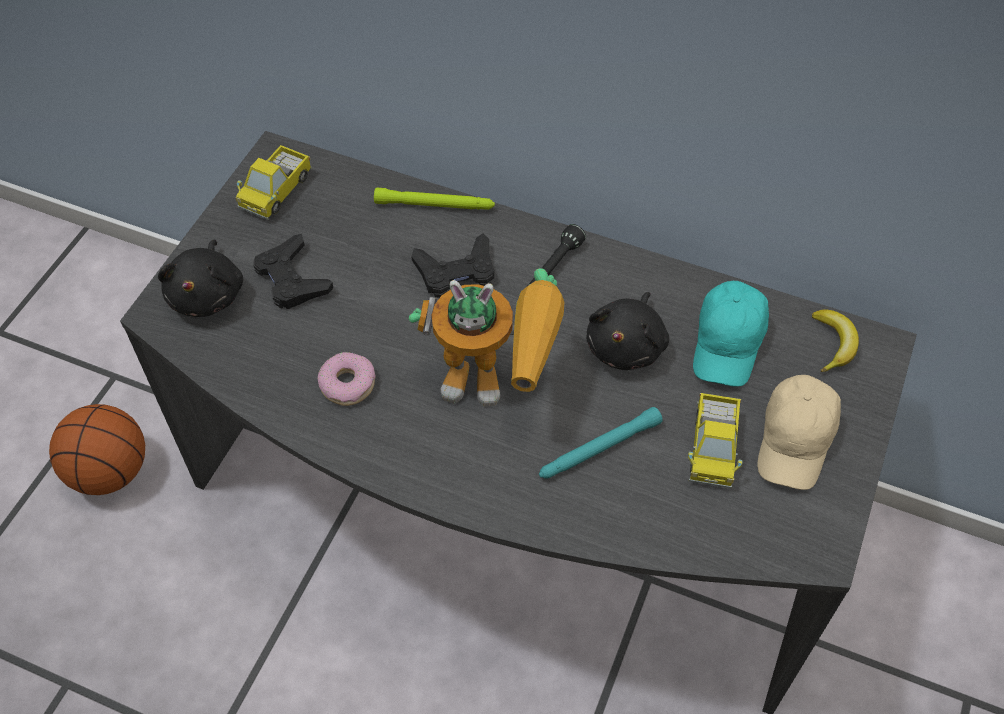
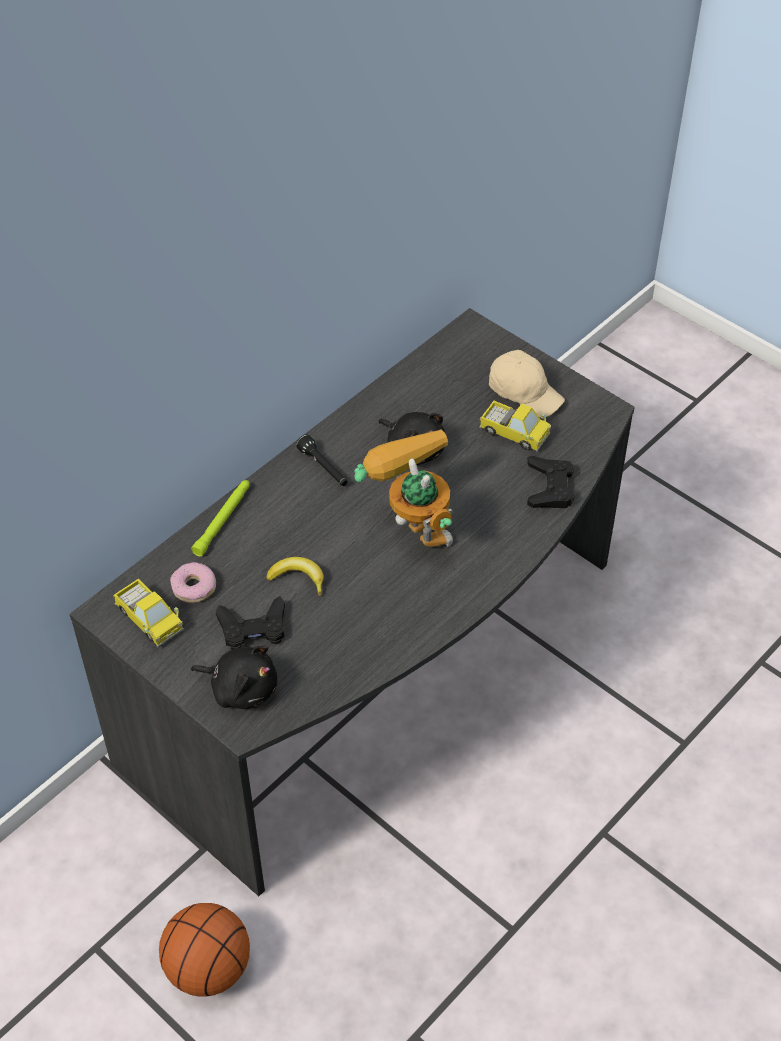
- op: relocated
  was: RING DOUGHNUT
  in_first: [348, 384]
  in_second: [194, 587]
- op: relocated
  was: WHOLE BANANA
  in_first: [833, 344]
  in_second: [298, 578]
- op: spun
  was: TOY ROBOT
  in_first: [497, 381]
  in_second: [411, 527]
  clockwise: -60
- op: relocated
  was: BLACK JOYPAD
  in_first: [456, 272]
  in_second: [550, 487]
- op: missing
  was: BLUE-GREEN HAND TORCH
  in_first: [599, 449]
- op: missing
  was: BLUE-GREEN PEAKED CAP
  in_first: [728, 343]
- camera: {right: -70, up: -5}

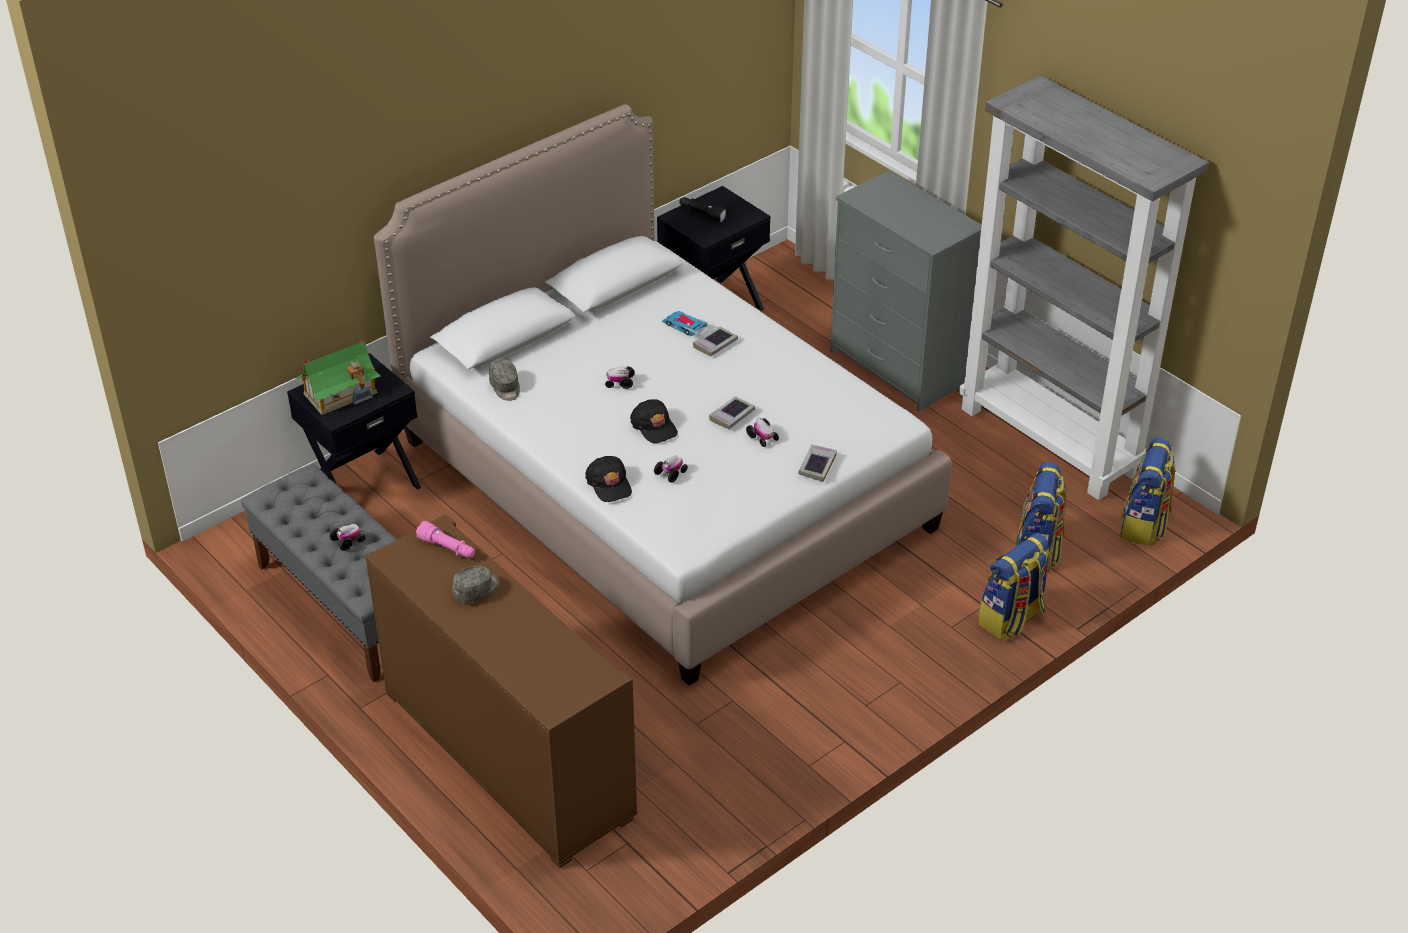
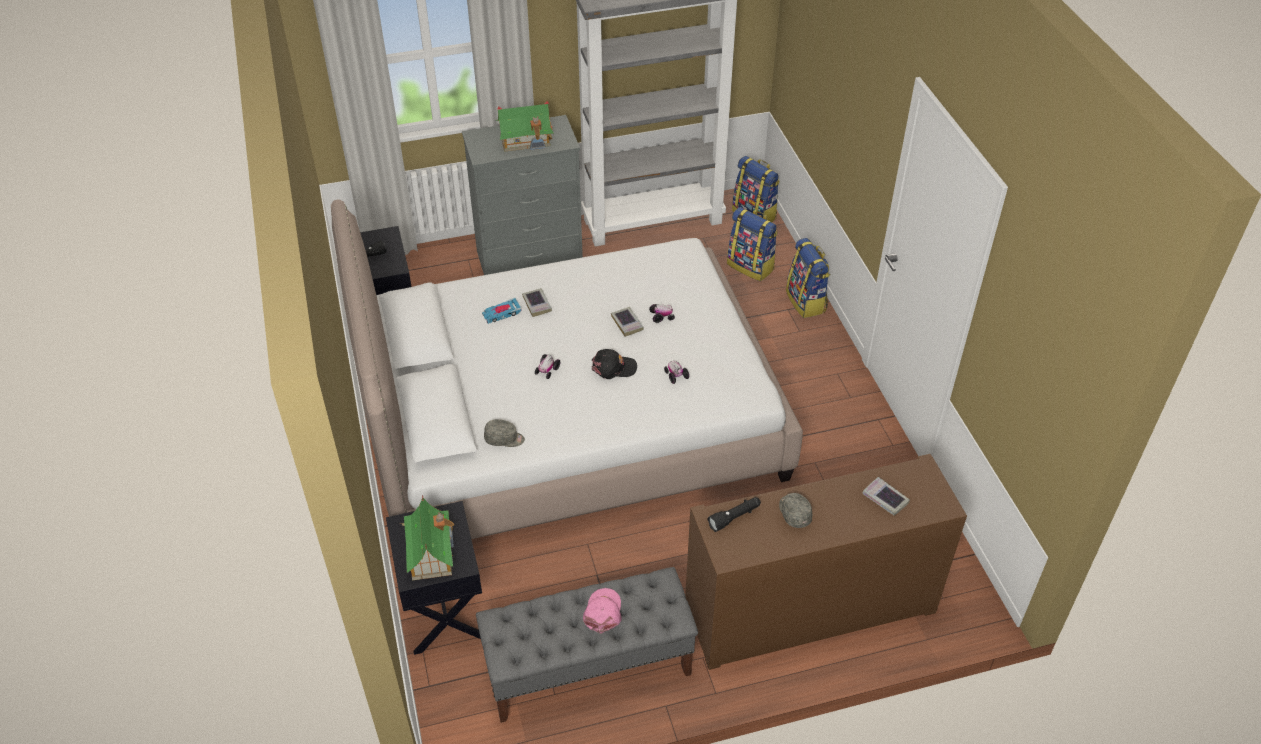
- op: appeared
  now: MODEL HOUSE
  in_second: [525, 139]
- op: exchanged
  was: TOY CAR
  now: PINKISH PEAKED CAP
  in_first: [348, 541]
  in_second: [603, 612]
- op: colour
  was: PINKISH HAND TORCH
  now: BLACK HAND TORCH
  in_first: [447, 548]
  in_second: [735, 517]
- op: relocated
  was: BOOK
  in_first: [817, 465]
  in_second: [885, 499]
- op: missing
  was: BLACK PEAKED CAP
  in_first: [609, 484]
- camera: {right: -65, up: 5}

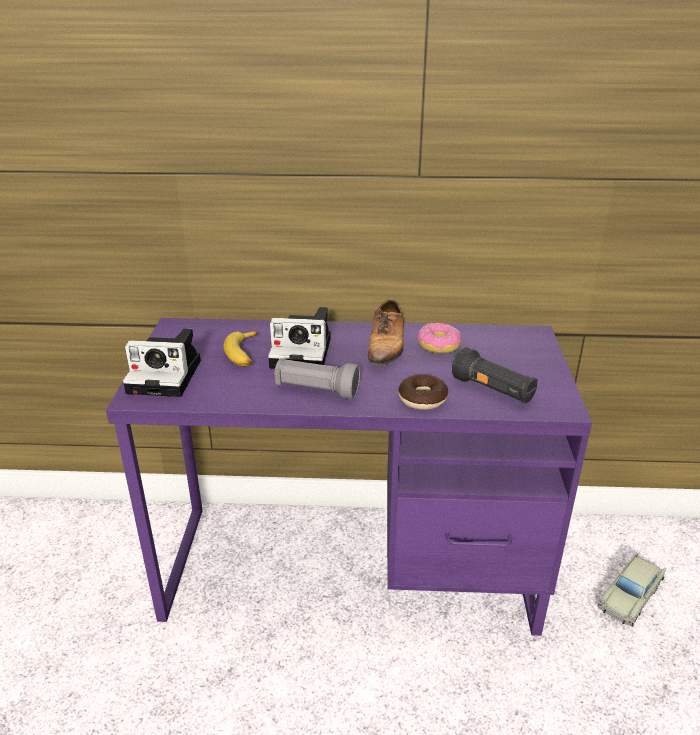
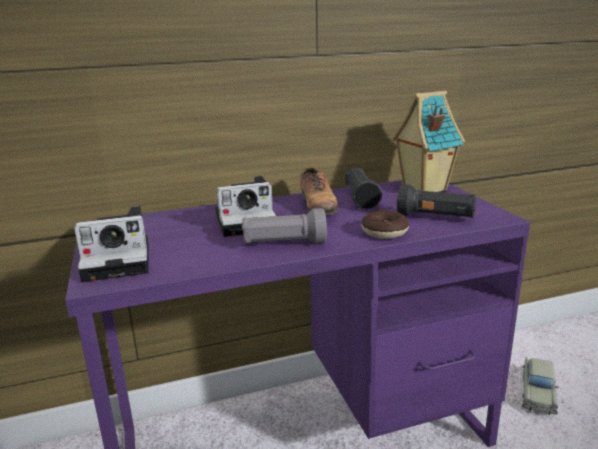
- op: exchanged
  was: RING DOUGHNUT
  now: BLACK HAND TORCH
  in_first: [438, 345]
  in_second: [360, 199]
- op: appeared
  now: MODEL HOUSE
  in_second: [423, 189]
- op: missing
  was: WHOLE BANANA
  in_first: [244, 354]
- camera: {right: -20, up: -10}

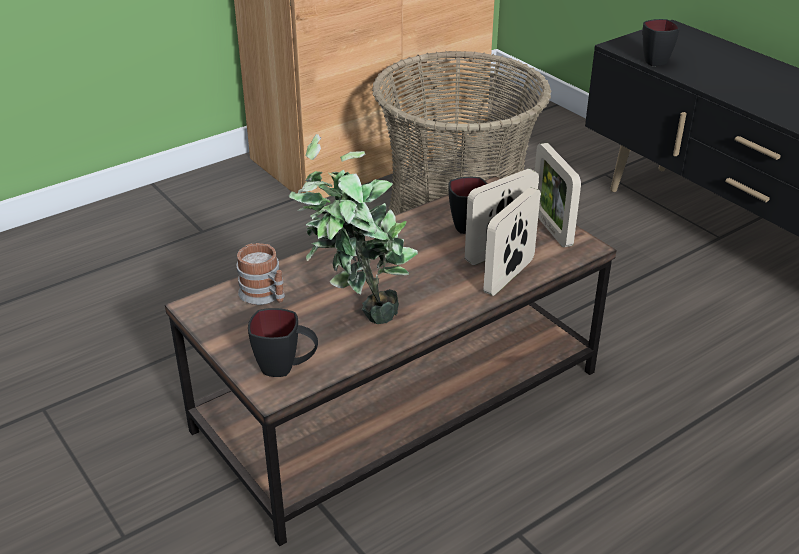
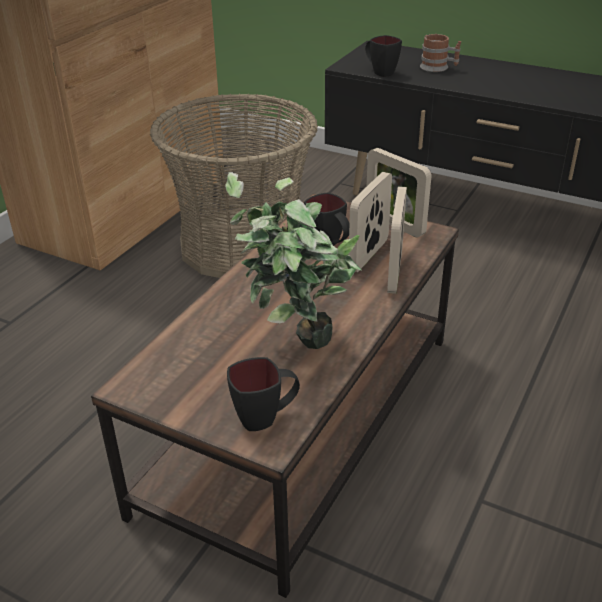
- op: relocated
  was: TEA MUG
  in_first: [265, 296]
  in_second: [439, 68]
- camera: {right: -25, up: 0}

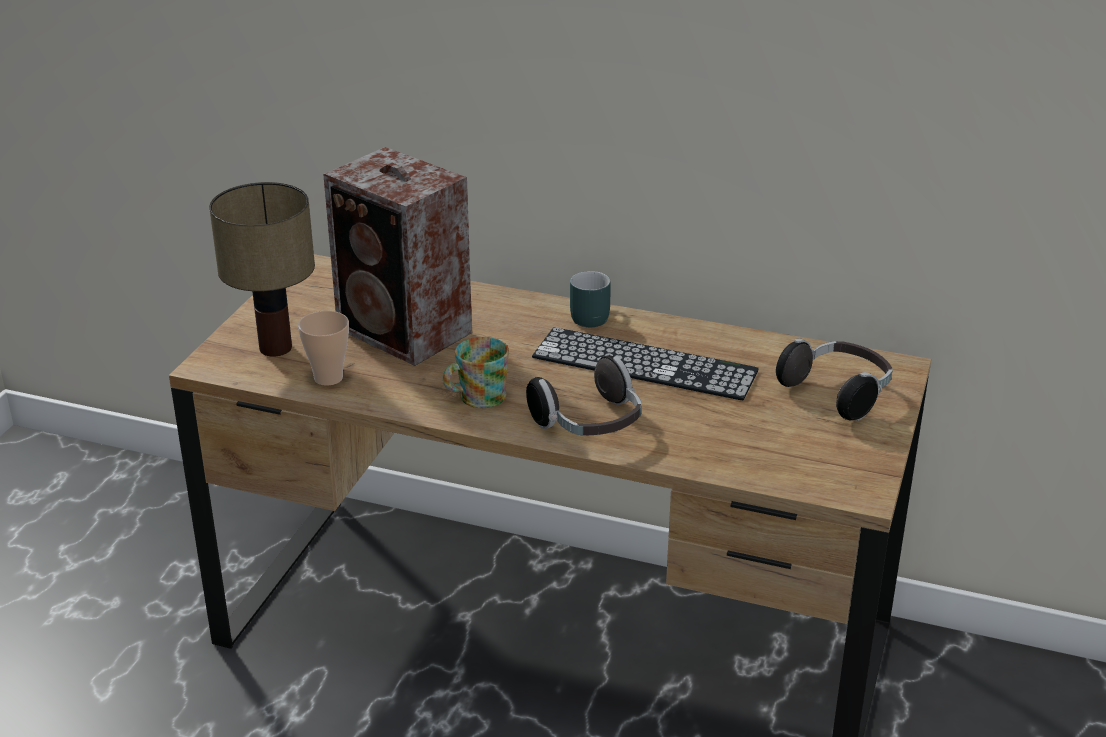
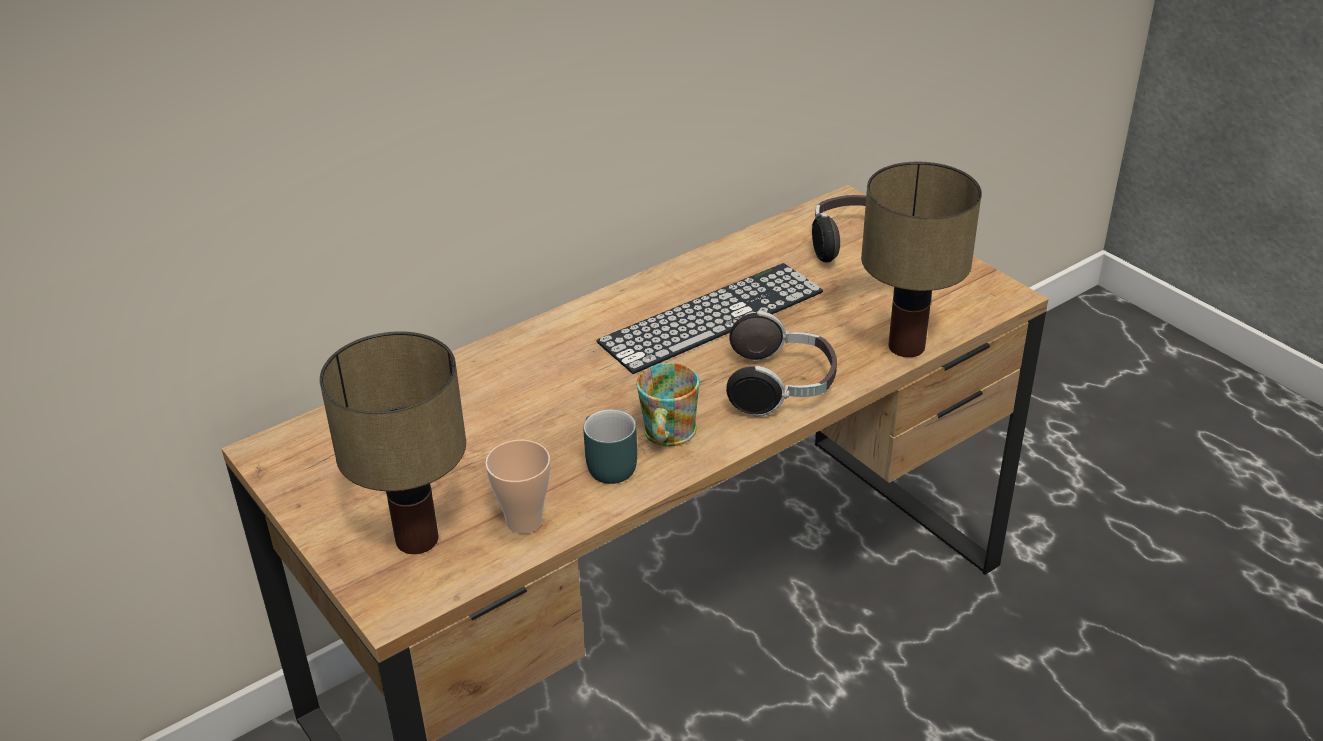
- op: relocated
  was: BLUE-GREEN TEA MUG
  in_first: [589, 315]
  in_second: [604, 466]
- op: appeared
  now: LAMP FOR A TABLE
  in_second: [905, 347]
- op: missing
  was: SPEAKER
  in_first: [406, 332]
- camera: {right: -55, up: 5}

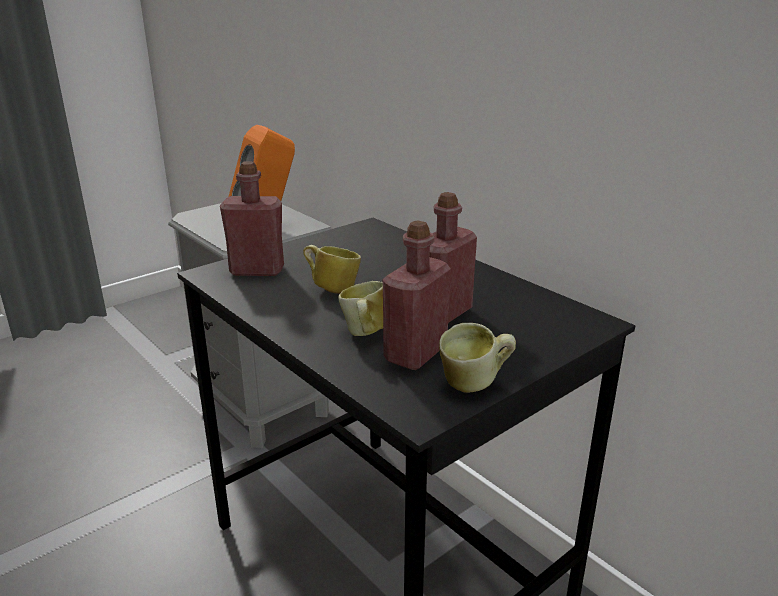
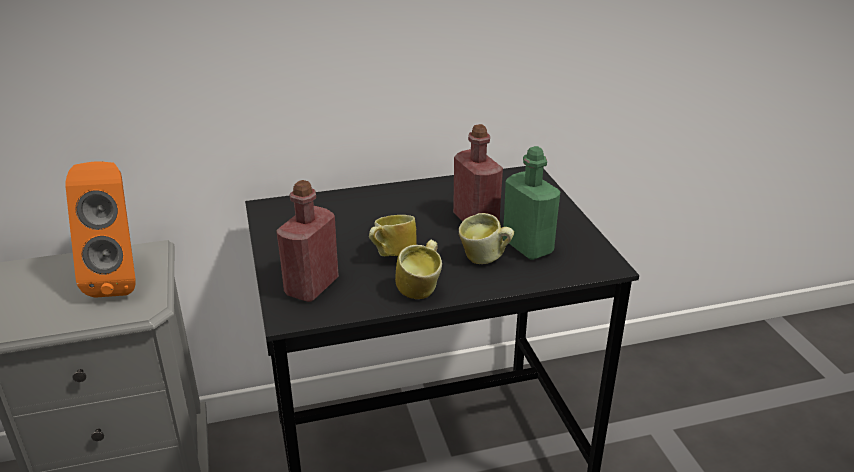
- op: relocated
  was: TEA MUG
  in_first: [474, 385]
  in_second: [421, 289]
- op: colour
  was: REDDISH BOTTLE
  now: GREEN-COLOURED BOTTLE
  in_first: [415, 354]
  in_second: [527, 247]
- camera: {right: -65, up: 5}

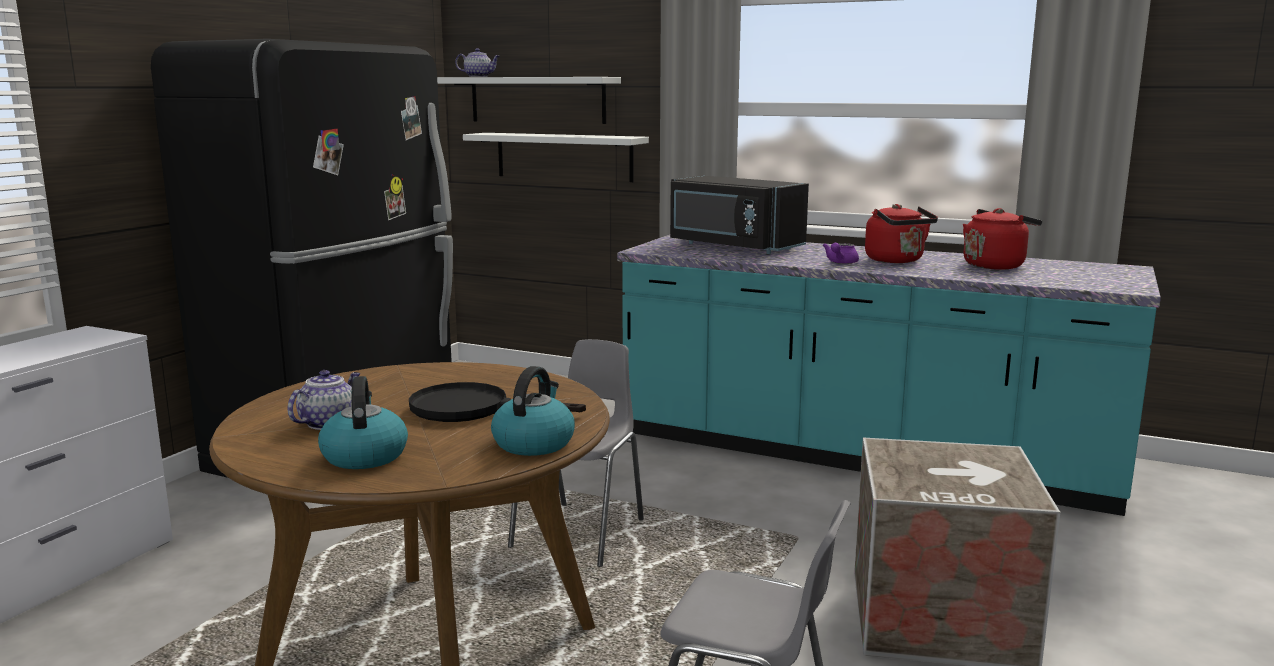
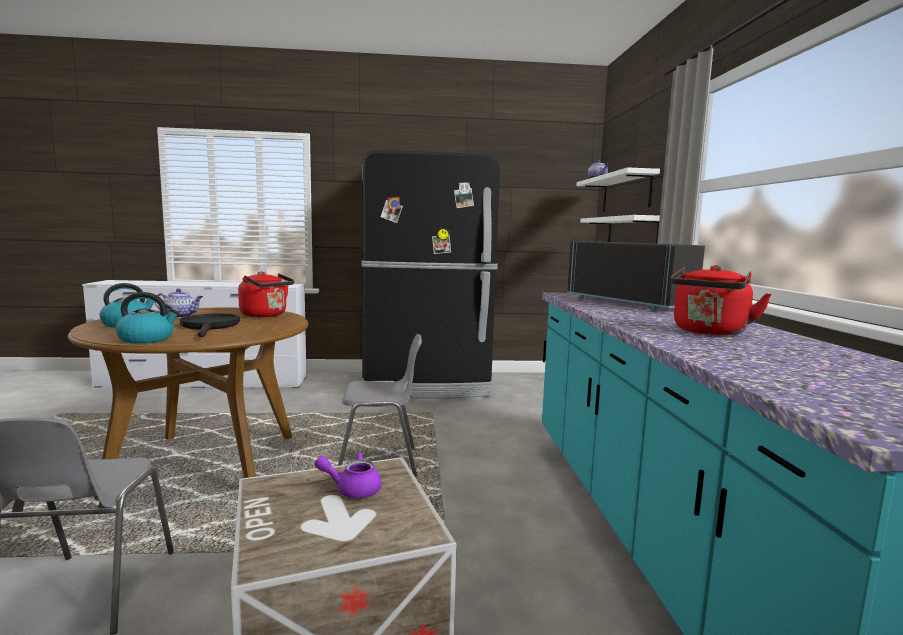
- op: relocated
  was: REDDISH KETTLE
  in_first: [995, 265]
  in_second: [266, 315]
- op: relocated
  was: PURPLE-COLOURED TEA POT
  in_first: [840, 263]
  in_second: [352, 489]
- op: spun
  was: BLACK MICROWAVE
  in_first: [732, 246]
  in_second: [632, 303]
  clockwise: 135
- camera: {right: 60, up: -5}

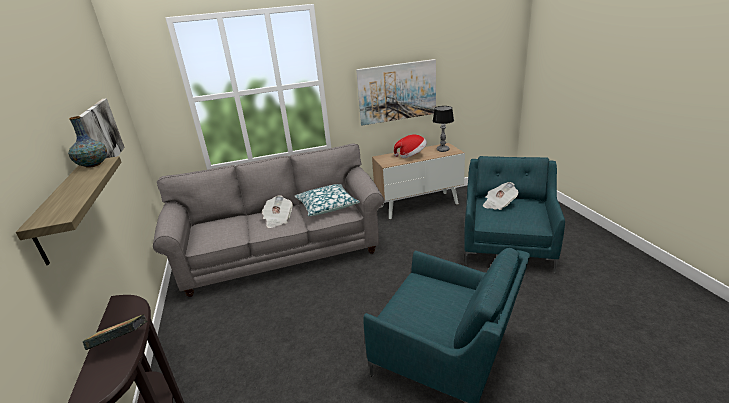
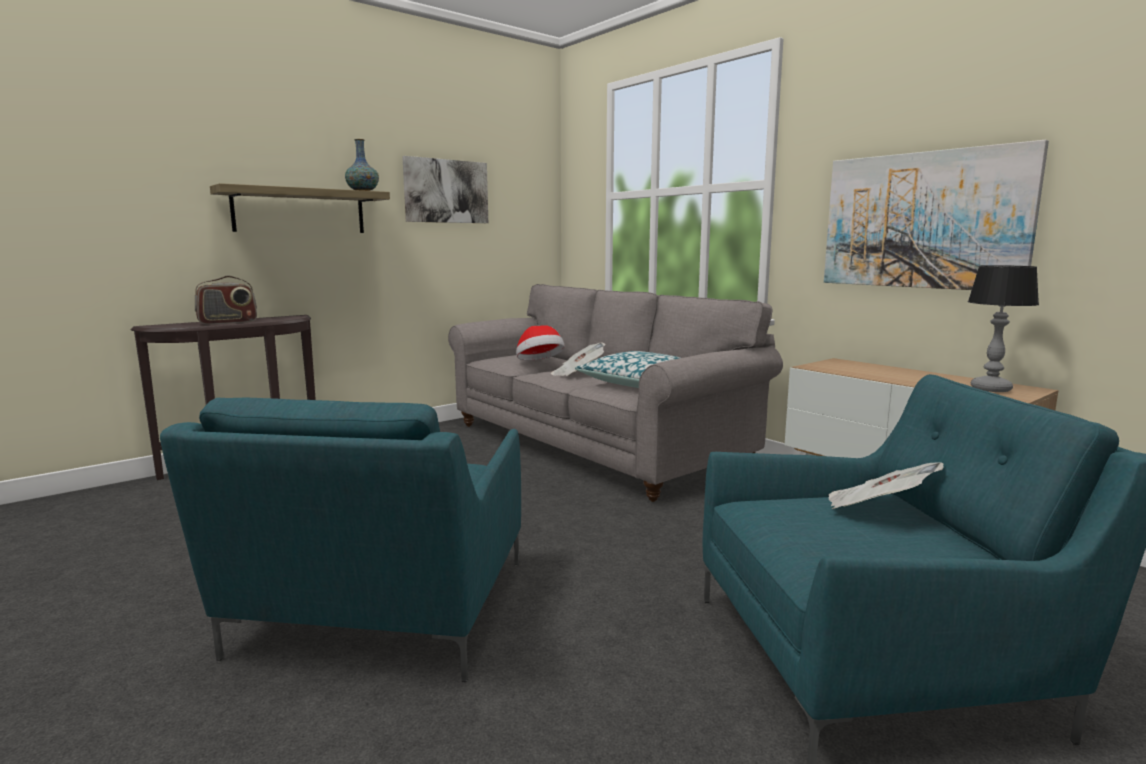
- op: exchanged
  was: BOOK
  now: RADIO SET
  in_first: [122, 342]
  in_second: [228, 322]
- op: relocated
  was: HAT
  in_first: [411, 156]
  in_second: [539, 363]
- camera: {right: 65, up: -15}

